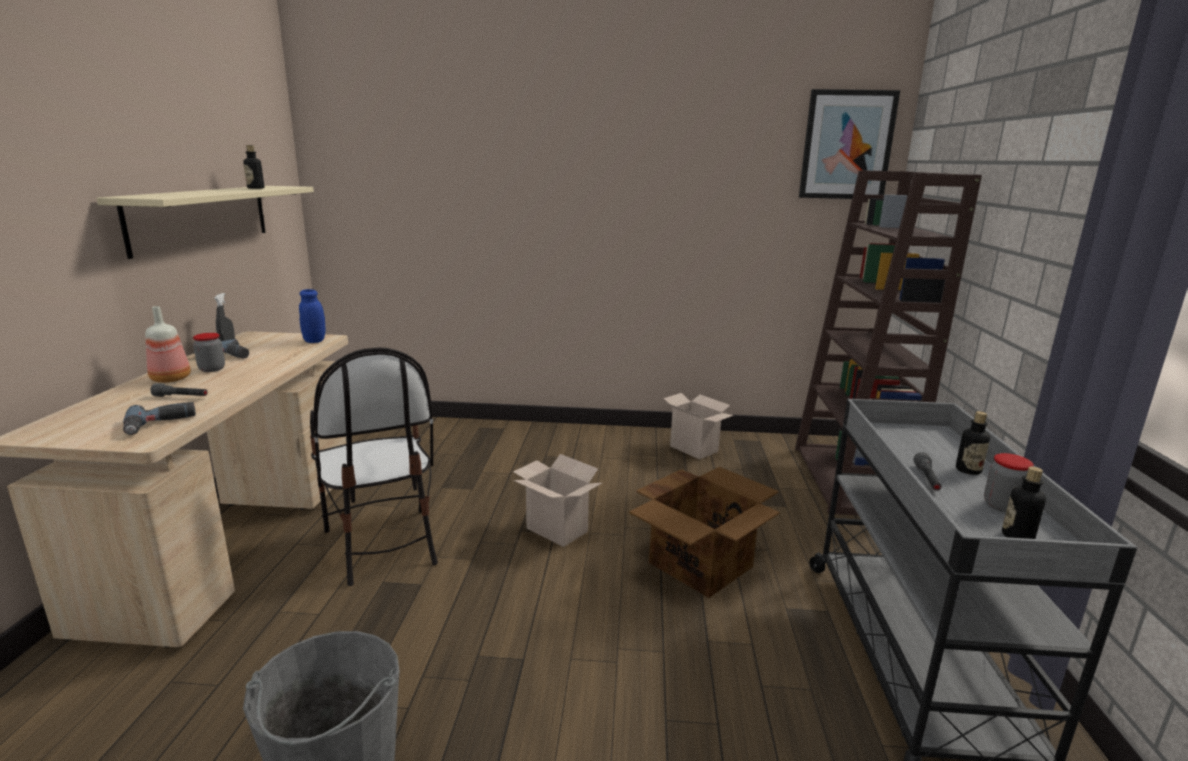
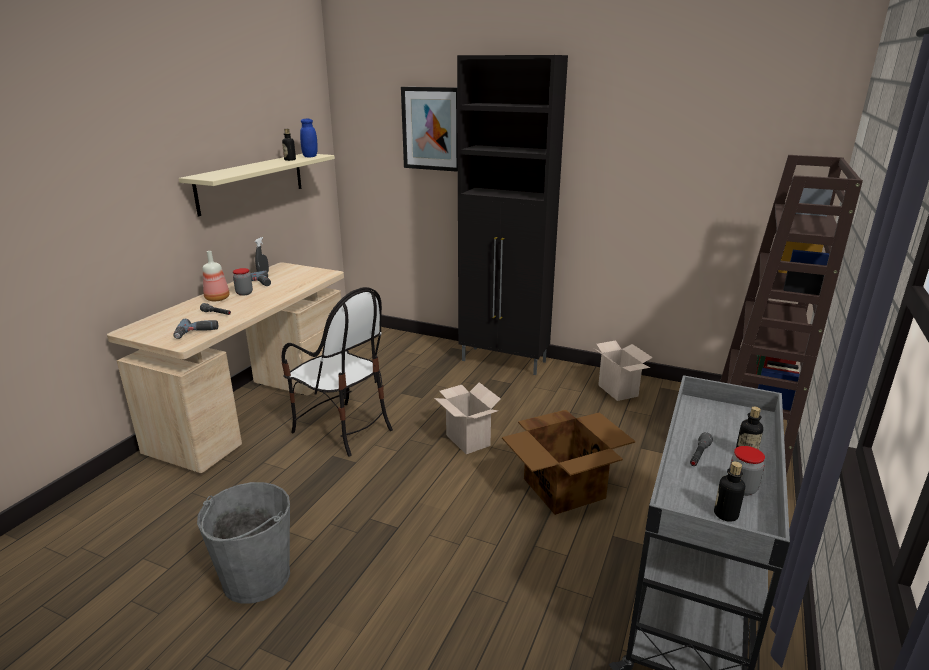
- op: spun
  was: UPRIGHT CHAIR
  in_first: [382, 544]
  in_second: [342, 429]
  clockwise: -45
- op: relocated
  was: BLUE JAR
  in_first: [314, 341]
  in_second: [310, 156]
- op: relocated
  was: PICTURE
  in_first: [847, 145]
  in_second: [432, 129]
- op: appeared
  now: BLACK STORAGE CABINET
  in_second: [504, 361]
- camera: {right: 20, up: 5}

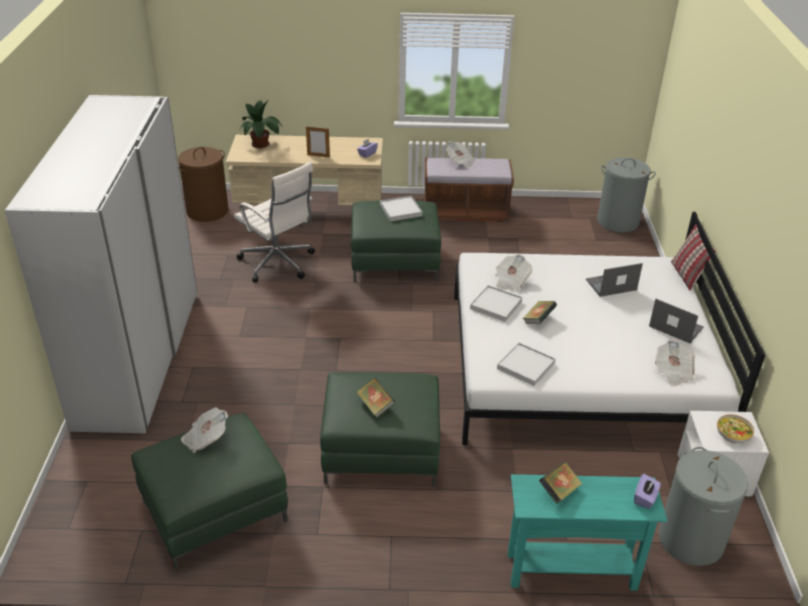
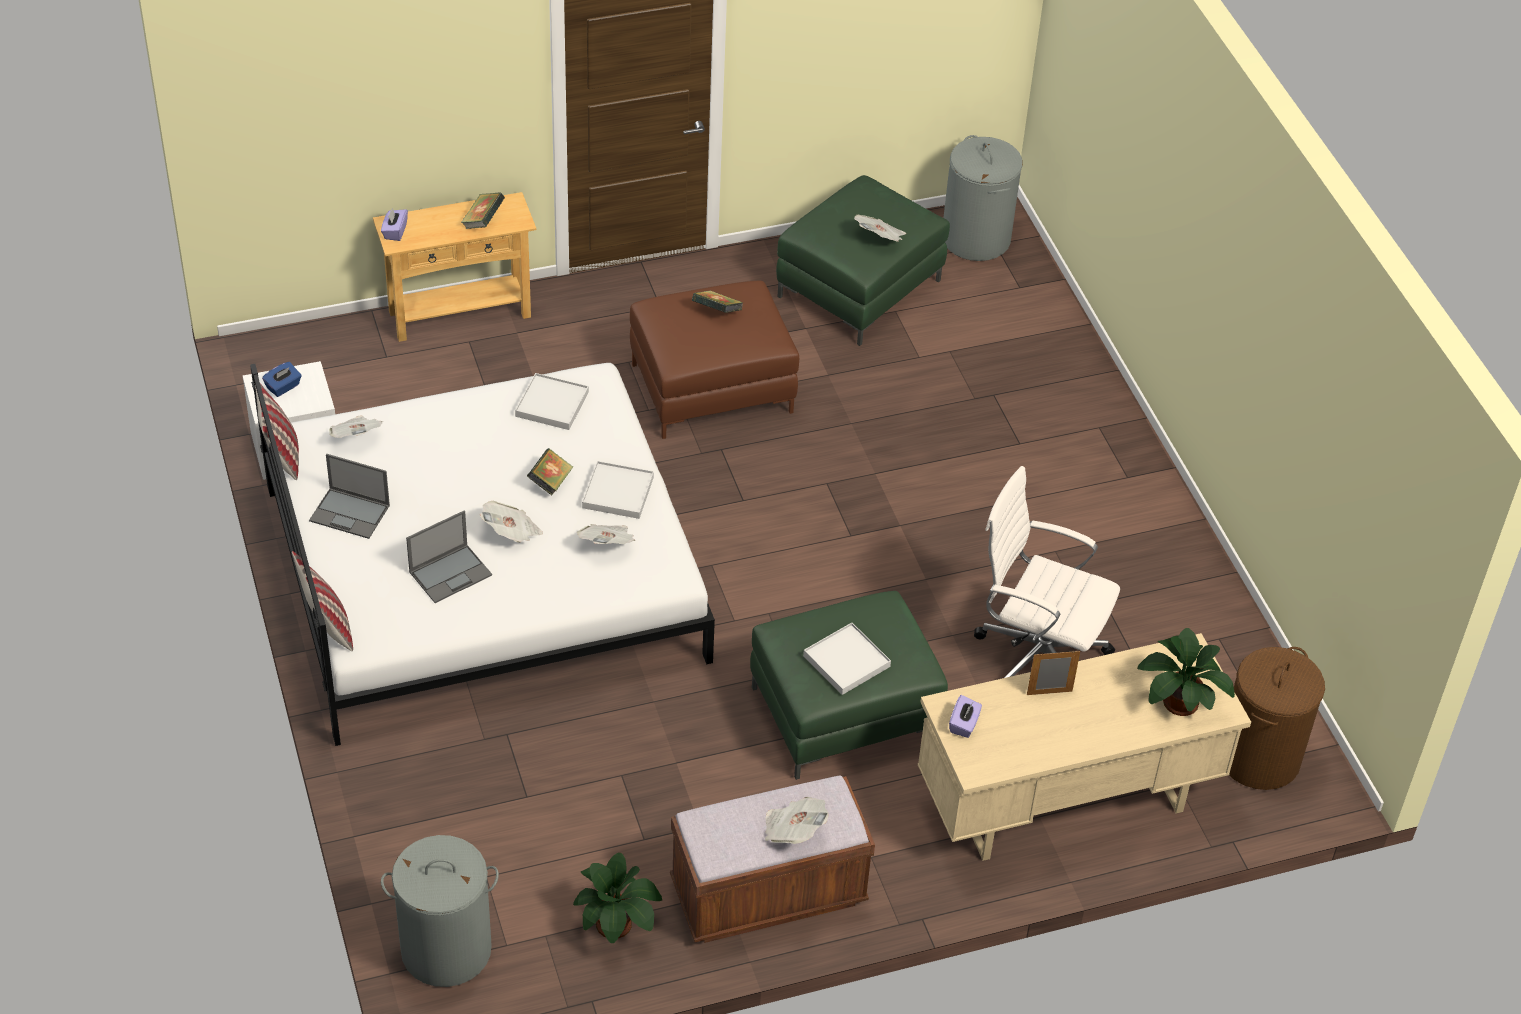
- op: appeared
  now: CUSHION
  in_second: [281, 454]
- op: exchanged
  was: BOWL
  now: BLUE BOX OF TISSUES
  in_first: [733, 435]
  in_second: [283, 387]
- op: colour
  was: BLUE-GREEN HALL TABLE
  now: BEIGE HALL TABLE
  in_first: [571, 571]
  in_second: [460, 314]
- op: appeared
  now: NEWSPAPER
  in_second: [512, 533]
- op: appeared
  now: HOUSEPLANT
  in_second: [616, 926]
- op: colour
  was: GREEN-COLOURED OTTOMAN
  now: BROWN-COLOURED OTTOMAN
  in_first: [381, 452]
  in_second: [711, 388]
- op: relocated
  was: GREYISH WASHING BASKET
  in_first: [690, 539]
  in_second: [976, 239]
- op: missing
  was: WHITISH ARMOIRE
  in_first: [138, 356]
- camera: {right: 160, up: 10}

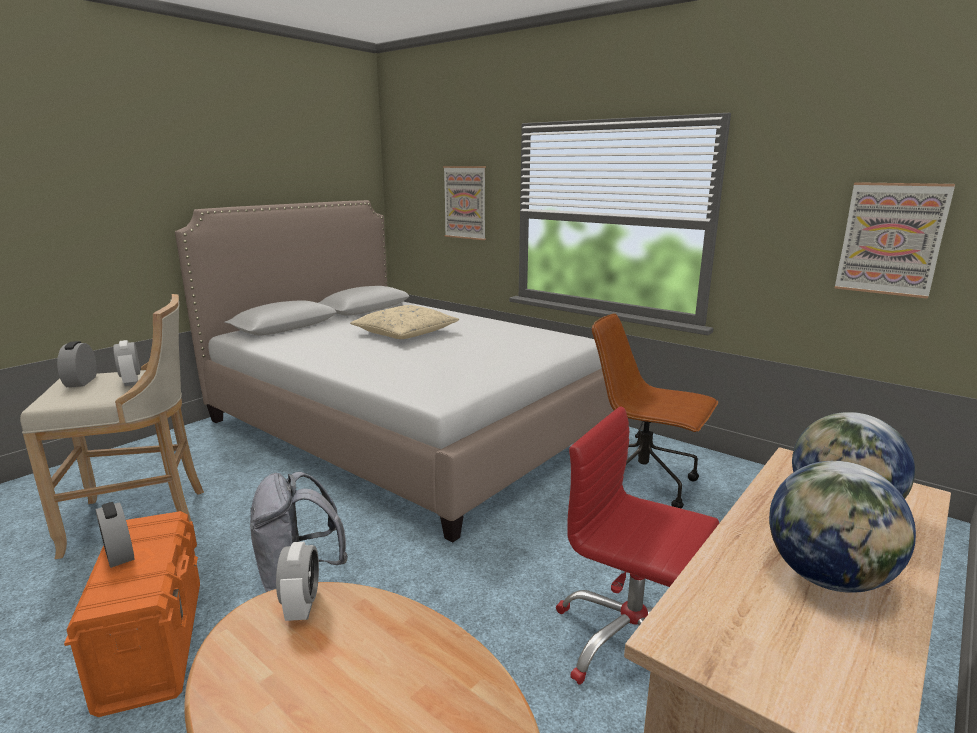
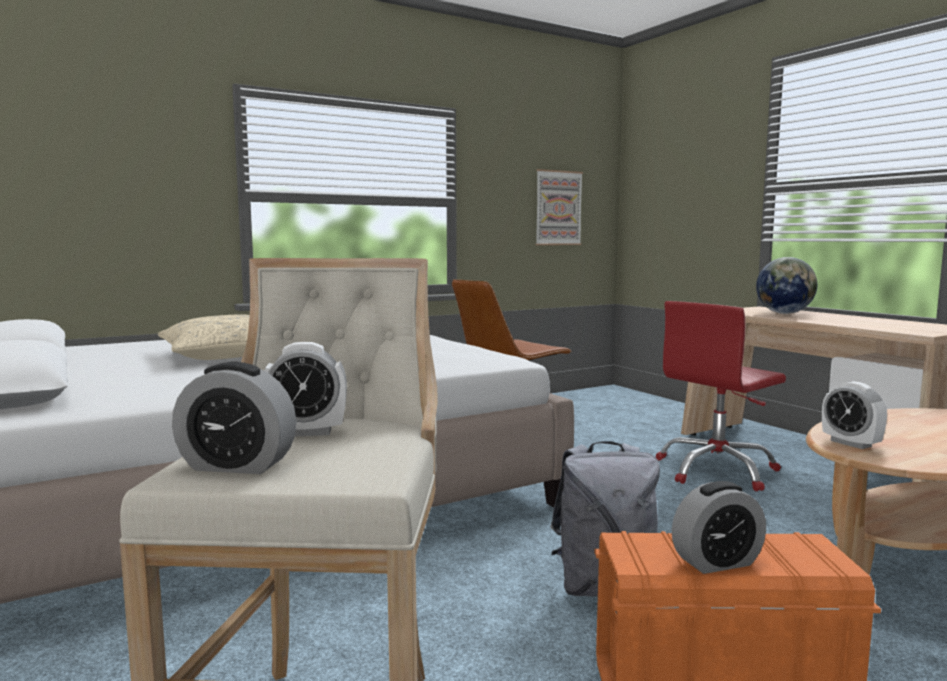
- op: spun
  was: BEDSIDE CLOCK
  in_first: [302, 607]
  in_second: [851, 443]
  clockwise: -135
- op: missing
  was: PICTURE
  in_first: [465, 202]
- op: missing
  was: DESK GLOBE
  in_first: [827, 578]
- camera: {right: -70, up: -10}

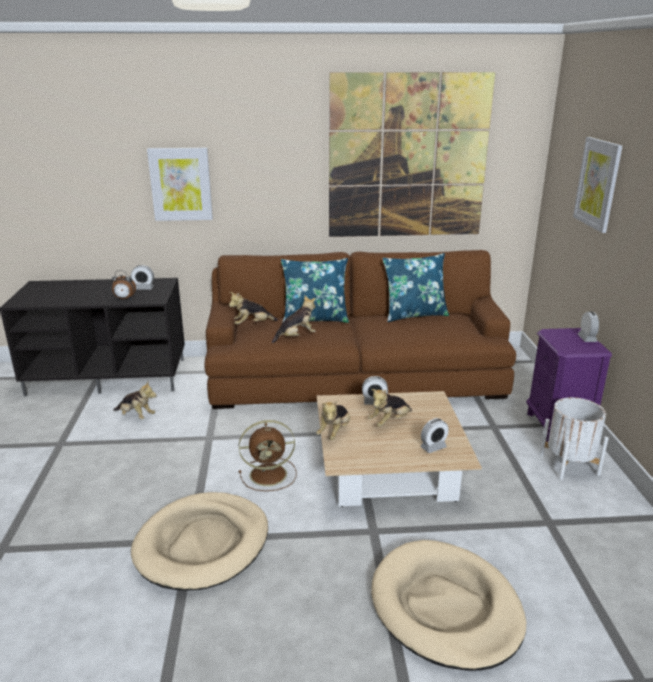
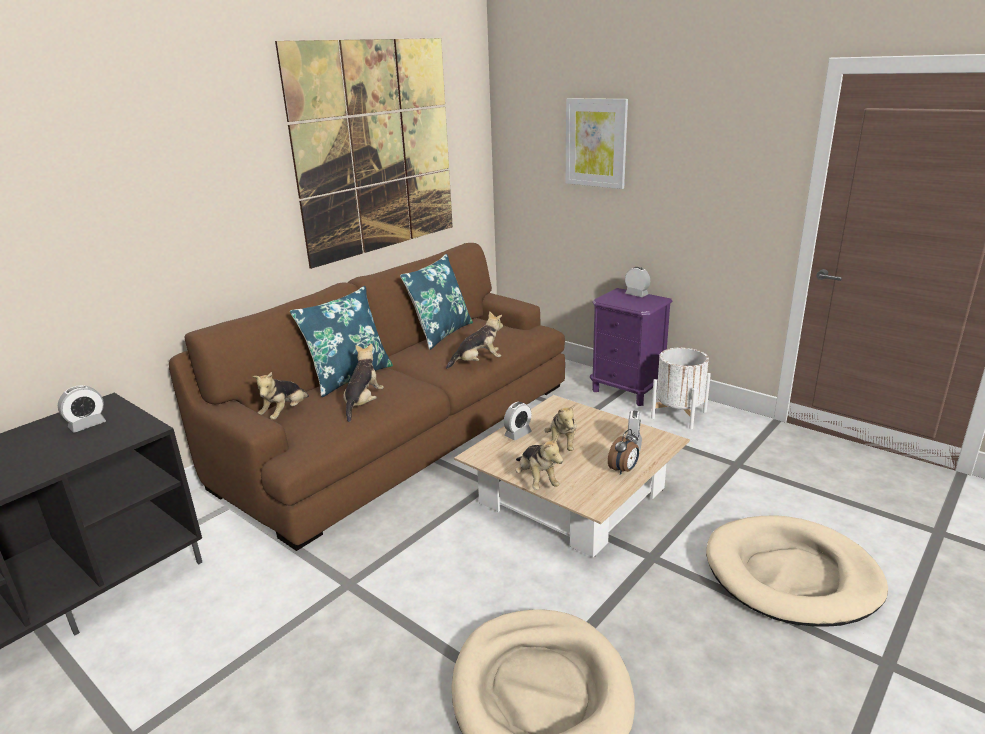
- op: relocated
  was: PLUSH TOY
  in_first: [136, 416]
  in_second: [478, 362]
- op: relocated
  was: BEDSIDE CLOCK
  in_first: [124, 299]
  in_second: [624, 470]
- op: missing
  was: PICTURE
  in_first: [181, 184]
- op: missing
  was: BROWN-COLOURED FAN
  in_first: [270, 474]
- camera: {right: -45, up: 0}

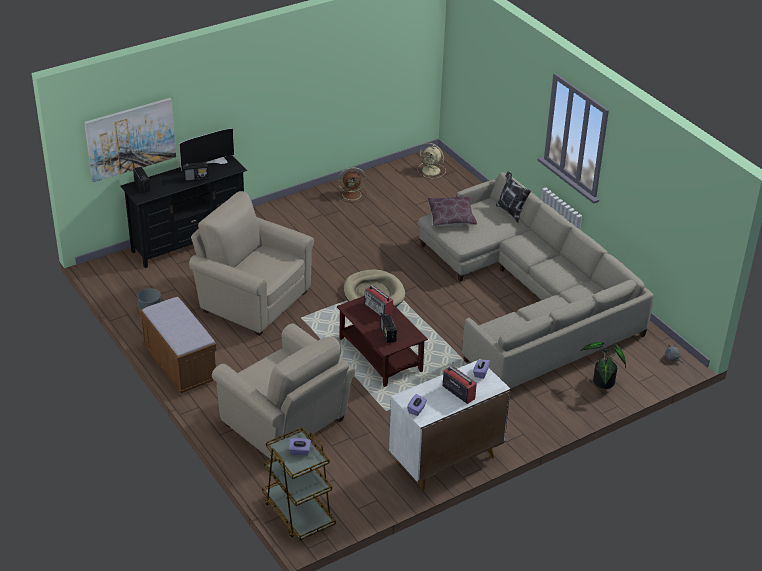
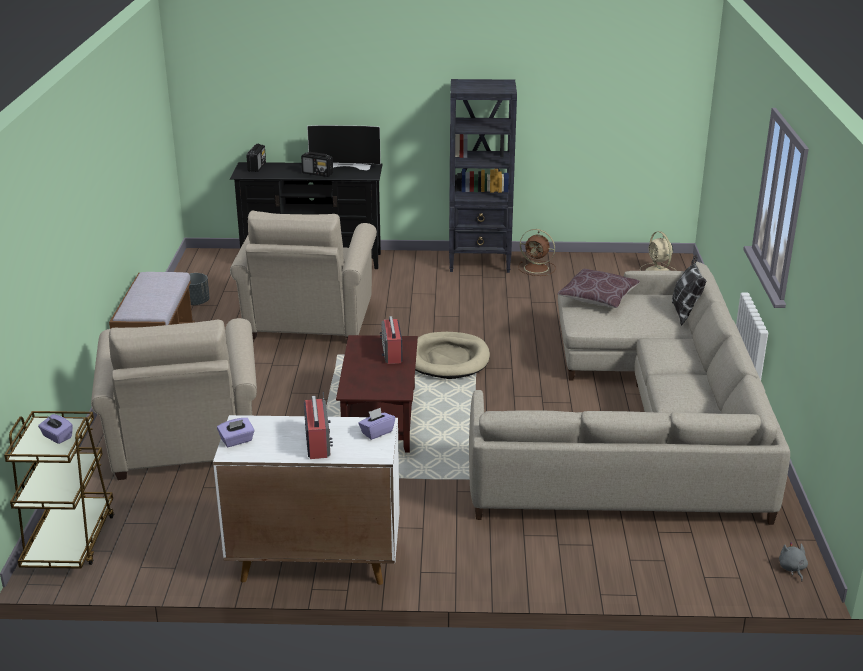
- op: spun
  was: BEIGE EASY CHAIR
  in_first: [252, 300]
  in_second: [308, 323]
  clockwise: -150
- op: appeared
  now: BLACK BOOKCASE
  in_second: [480, 263]
- op: missing
  was: PICTURE
  in_first: [130, 139]
- op: missing
  was: RADIO SET
  in_first: [388, 334]
- op: missing
  was: HOUSEPLANT
  in_first: [602, 383]
- camera: {right: 35, up: -10}

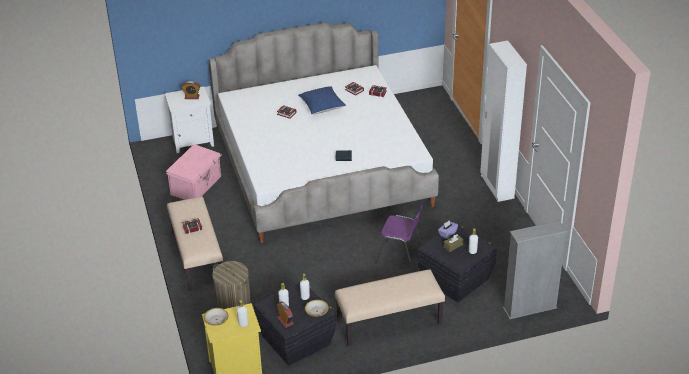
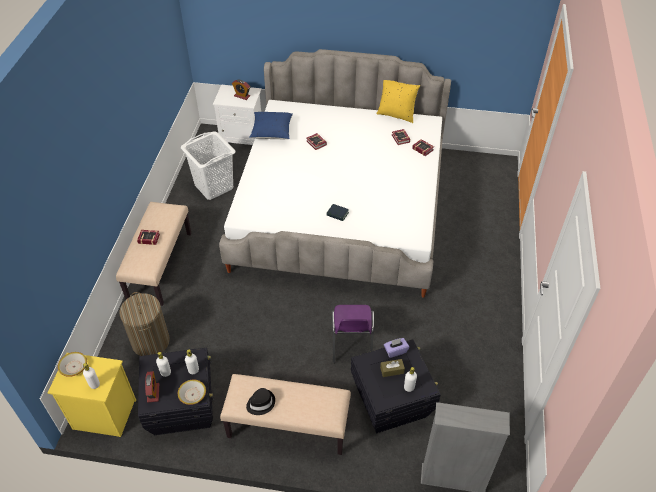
- op: exchanged
  was: PINKISH STORAGE CONTAINER
  now: WHITISH WASHING BASKET
  in_first: [197, 185]
  in_second: [214, 186]
- op: appeared
  now: BLACK HAT
  in_second: [260, 403]
- op: relocated
  was: BLUE CUSHION
  in_first: [322, 107]
  in_second: [272, 132]
- op: spun
  was: PURPLE-COLOURED UPRIGHT CHAIR
  in_first: [400, 256]
  in_second: [351, 345]
  clockwise: 45
- op: appeared
  now: YELLOW CUSHION
  in_second: [396, 114]
- op: missing
  was: WHITISH ARMOIRE
  in_first: [496, 187]
- camera: {right: 25, up: 10}

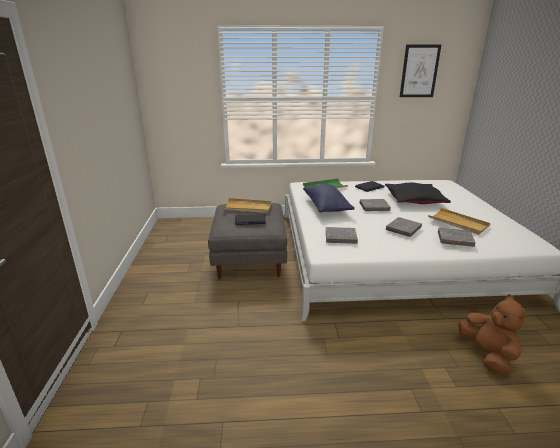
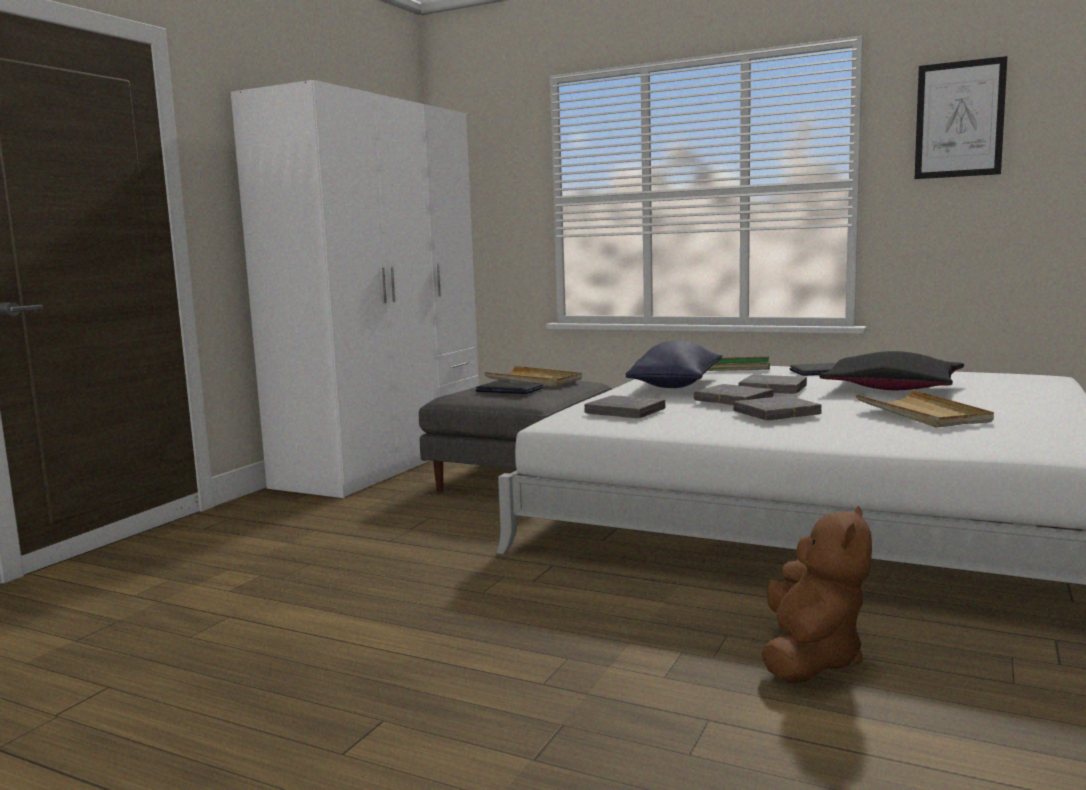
- op: appeared
  now: WHITISH ARMOIRE
  in_second: [385, 462]
- op: relocated
  was: GREYISH BOOK
  in_first: [455, 239]
  in_second: [733, 400]
- camera: {right: 30, up: -15}

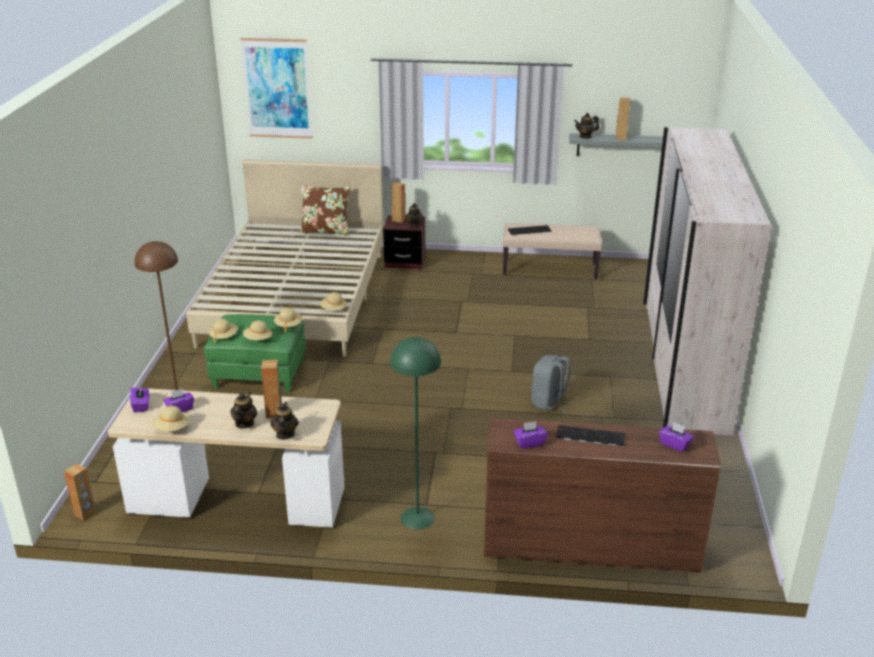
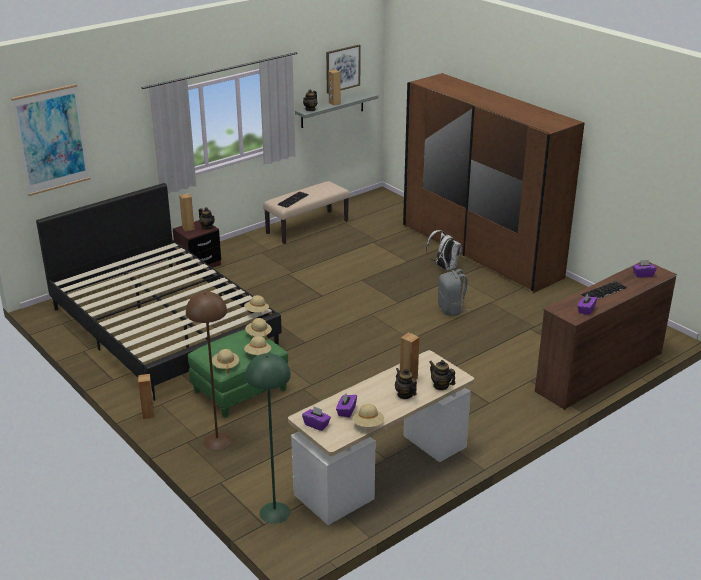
- op: colour
  was: BEIGE SLEEPING BED
  now: BLACK SLEEPING BED
  in_first: [296, 297]
  in_second: [163, 327]
- op: relocated
  was: BROWN-COLOURED SPEAKER
  in_first: [85, 514]
  in_second: [149, 414]
- op: relocated
  was: GREEN-COLOURED FLOOR LAMP
  in_first: [417, 518]
  in_second: [274, 512]
- op: appeared
  now: PICTURE
  in_second: [342, 68]
- op: colour
  was: WHITISH ARMOIRE
  now: BROWN-COLOURED ARMOIRE
  in_first: [684, 364]
  in_second: [481, 251]
- op: appeared
  now: WHITISH RUCKSACK
  in_second: [444, 267]
- op: missing
  was: BROWN-COLOURED CUSHION
  in_first: [325, 231]
- camera: {right: -45, up: 0}

